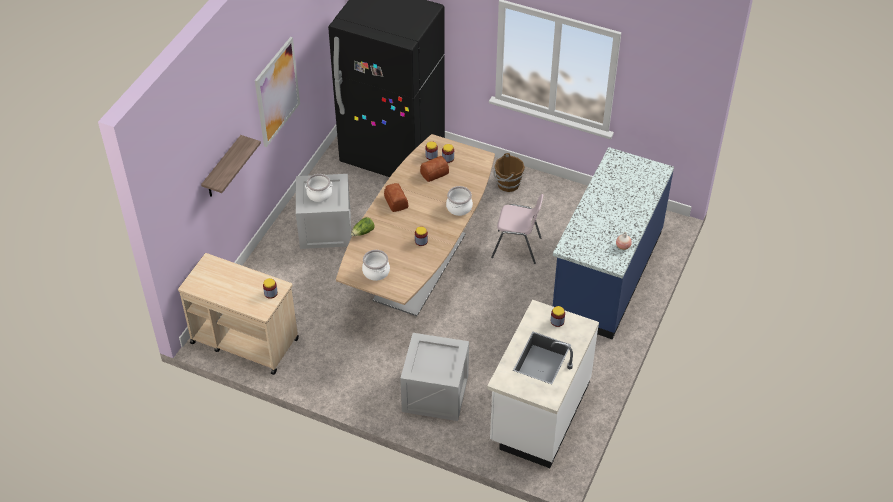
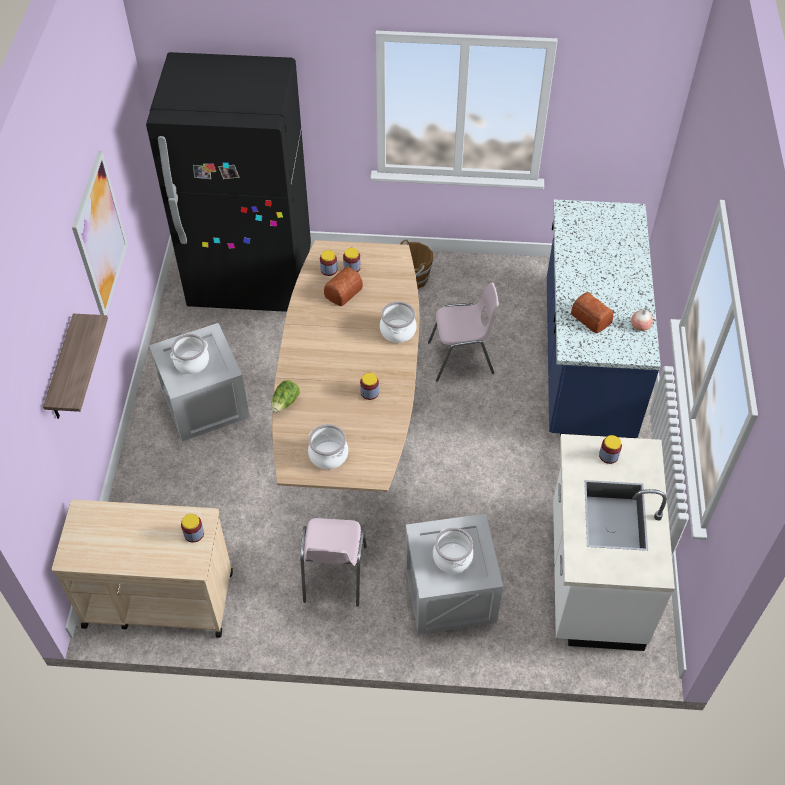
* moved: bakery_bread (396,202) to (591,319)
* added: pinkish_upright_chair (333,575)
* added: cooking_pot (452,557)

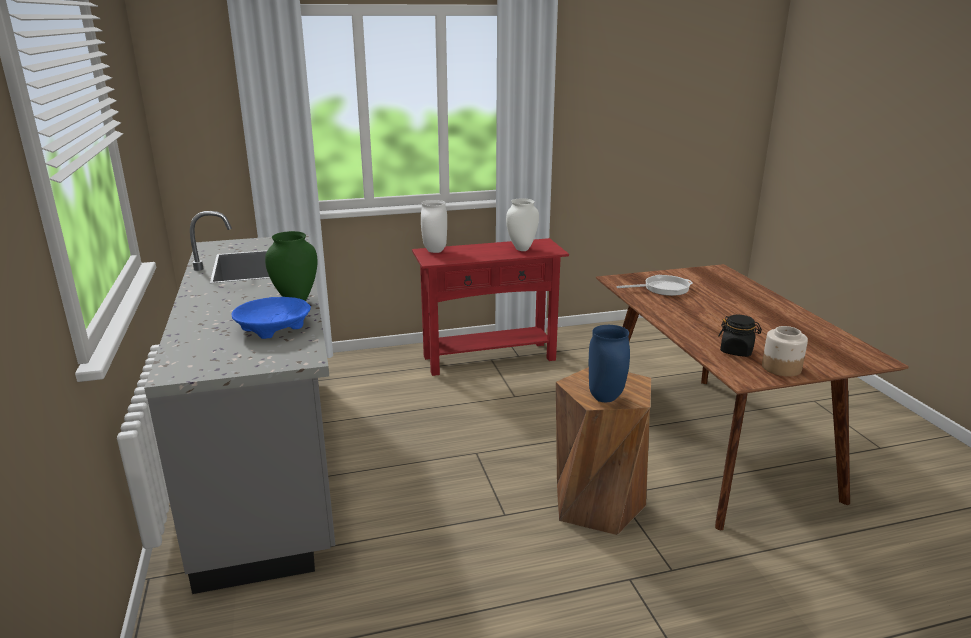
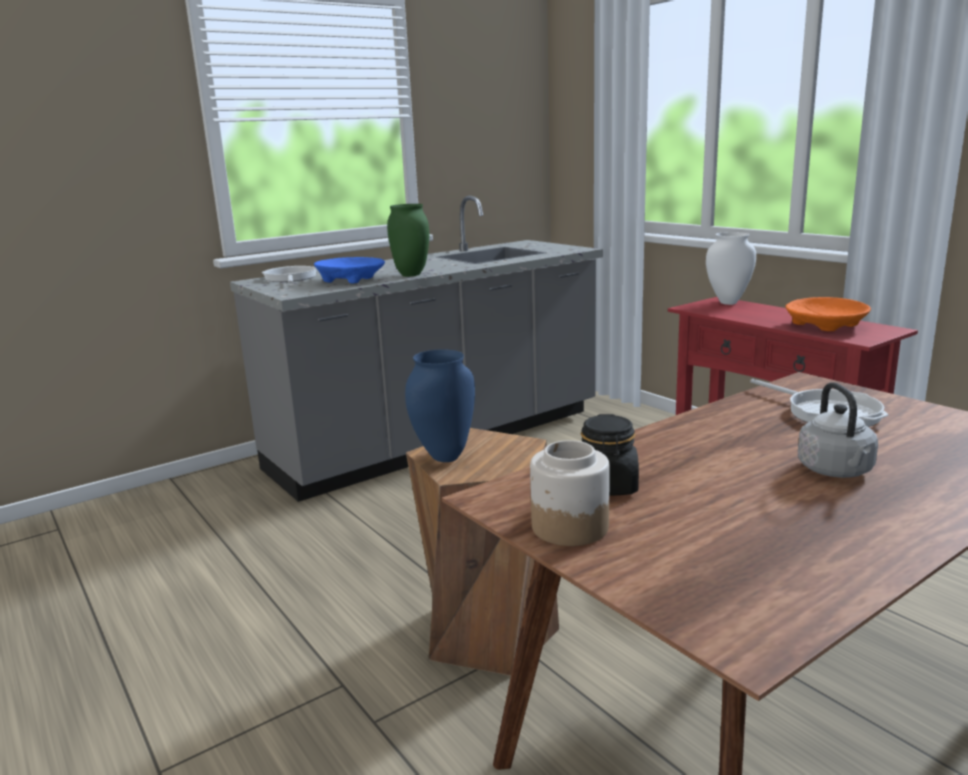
* replaced: white-coloured_flower_vase (521,249) to orange_deep_dish (826,326)
* added: skillet (290,278)
* added: gray_kettle (836,471)

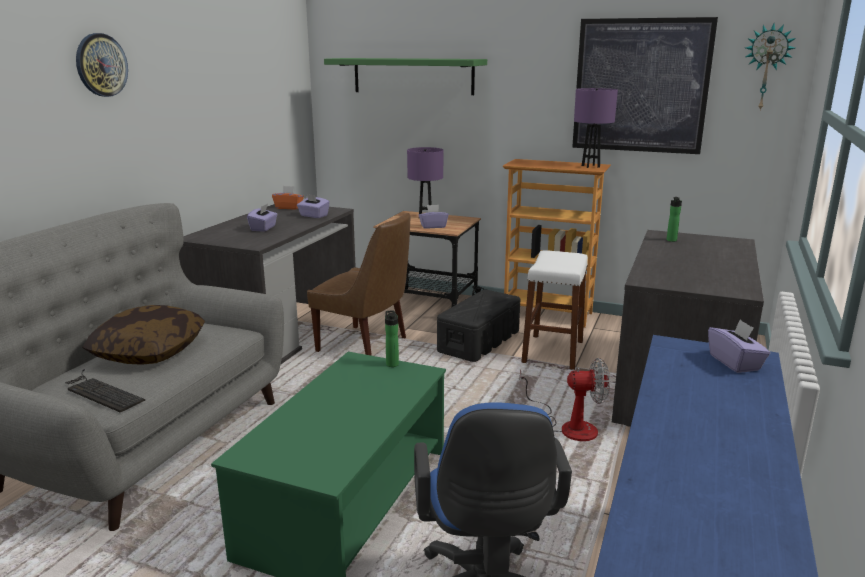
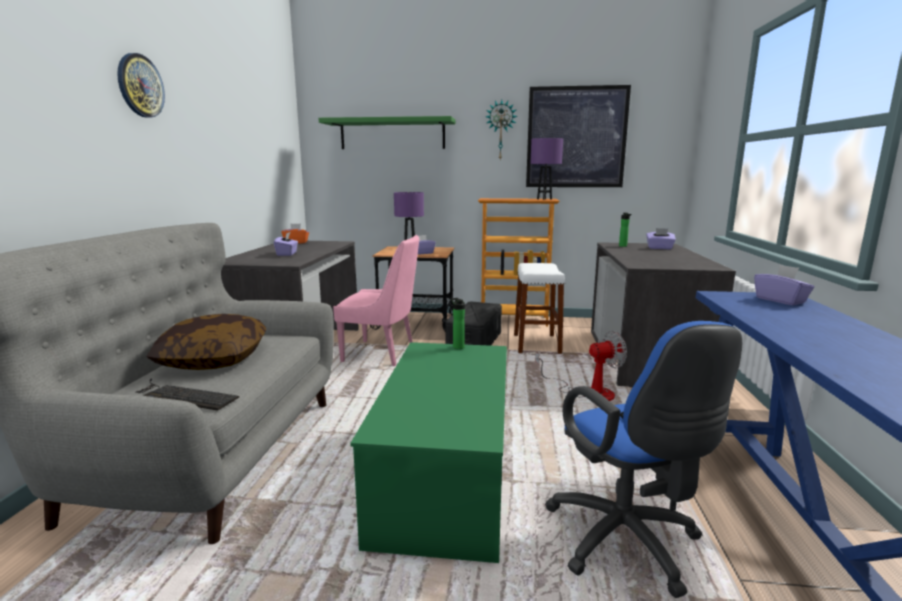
* moved: purplish_box_of_tissues (313,216) to (659,248)
* recoloured: brownish_upright_chair (365,345) to pinkish_upright_chair (382,353)
* moved: hanging_clock (766,67) to (501,130)

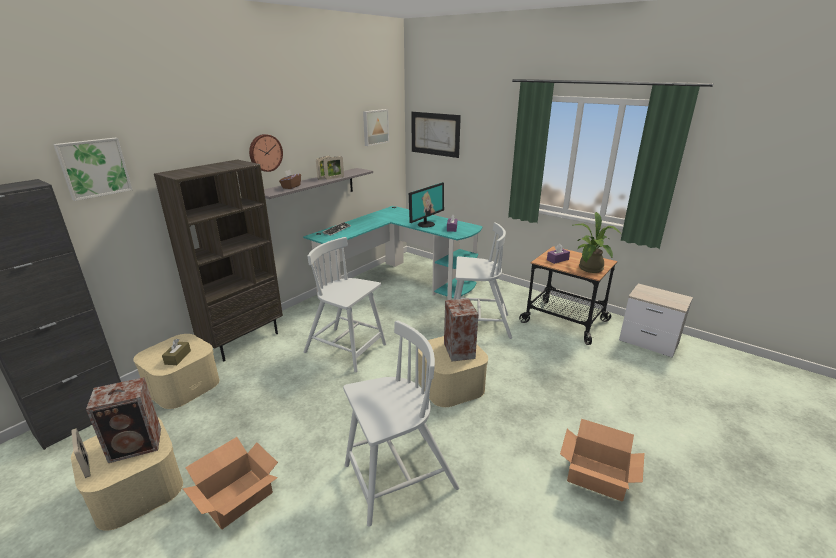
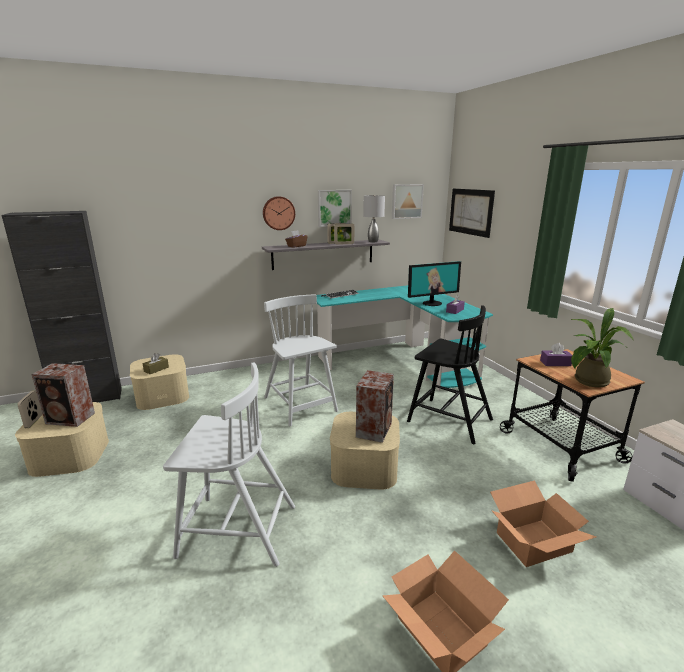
* moved: picture (94,168) to (334,208)
* removed: brownish_bookcase (243,341)
* moved: cardboard_box (236,498) to (532,542)
* recoloured: white-coloured_upright_chair (478,324) to black-coloured_upright_chair (448,420)
* added: gray_table_lamp (373,241)

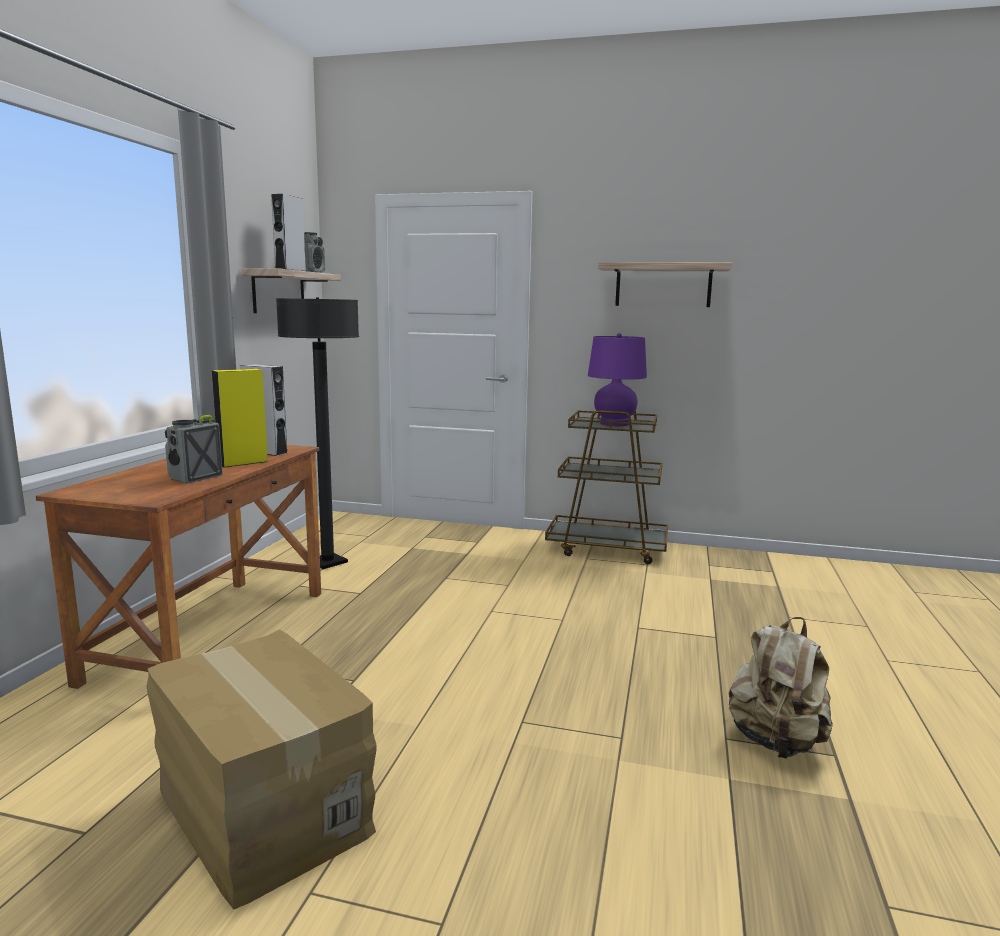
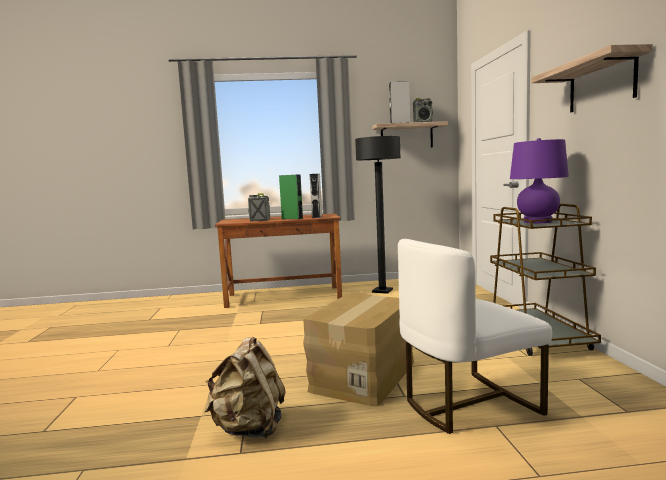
* moved: cardboard_box (261,811) to (362,376)
* recoloured: yellow-coloured_audio_speaker (243,463) to greenish_audio_speaker (292,218)
* added: white-coloured_upright_chair (467,404)

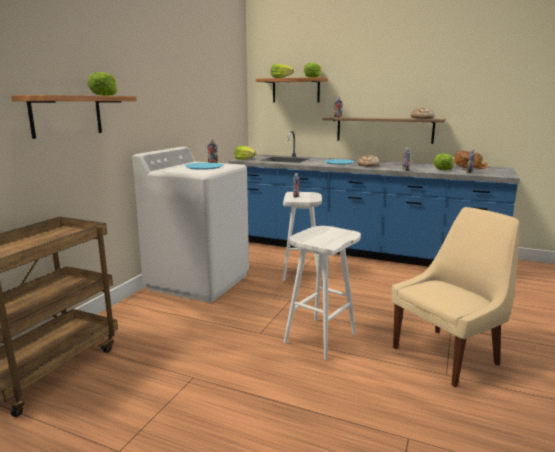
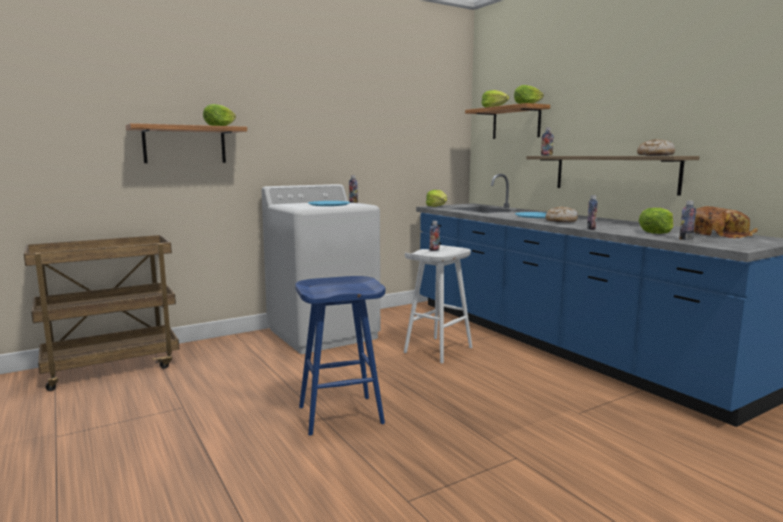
* recoloured: white-coloured_sitting_stool (320,337) to blue-coloured_sitting_stool (341,414)
* removed: beige-coloured_upright_chair (447,355)

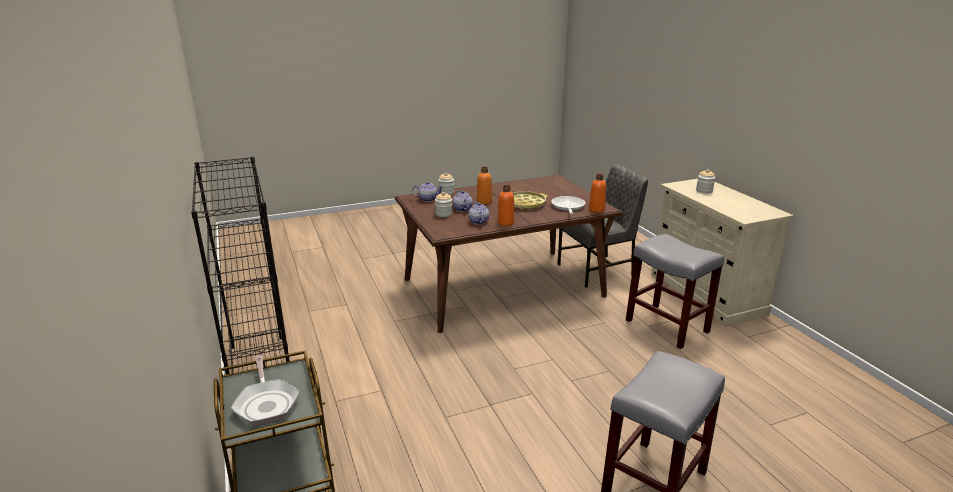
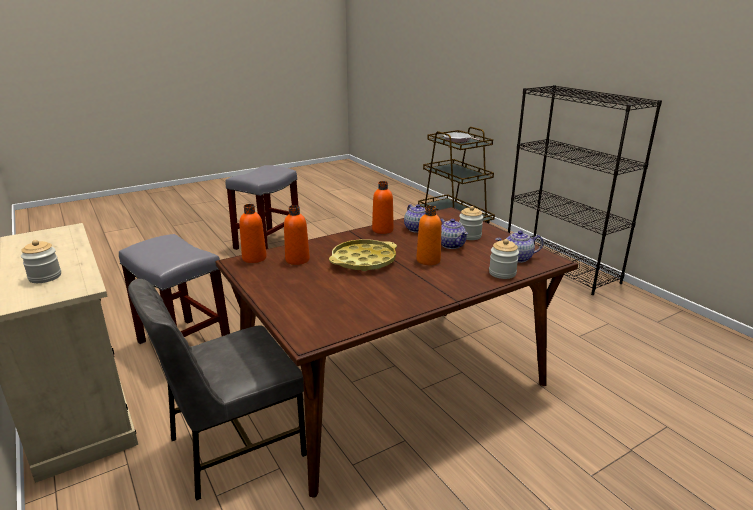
* replaced: skillet (567,207) to orange_bottle (297,260)

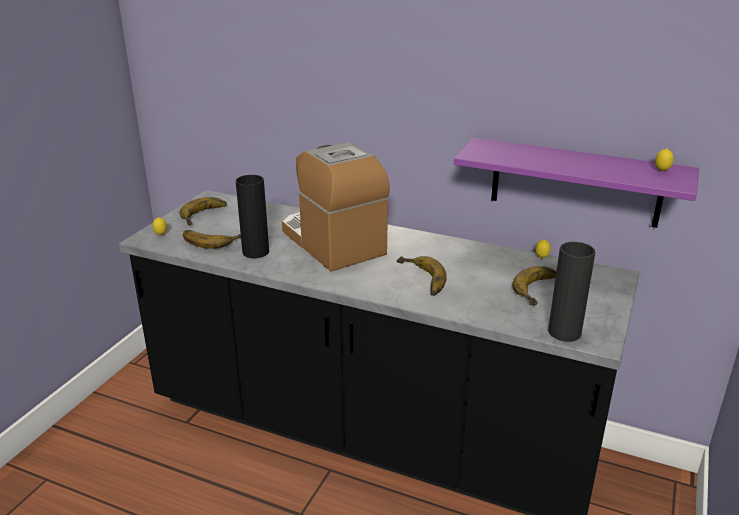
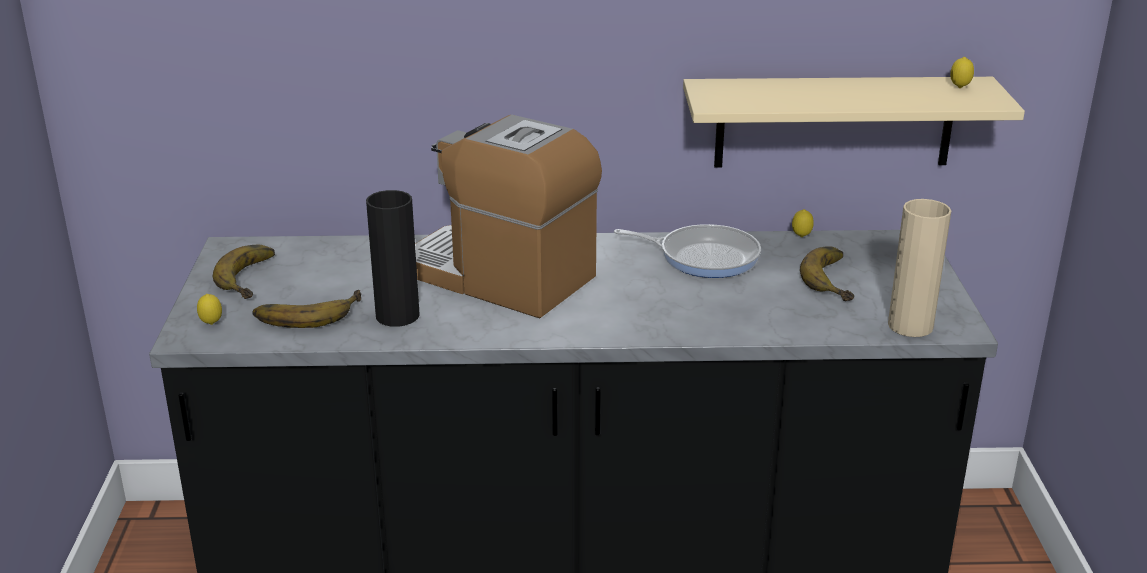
* removed: banana (419,280)
* recoloured: purplish_wall_shelf (575,182) to beige-coloured_wall_shelf (834,122)
* recoloured: black-coloured_flower_vase (564,332) to beige-coloured_flower_vase (910,326)
* added: skillet (703,257)

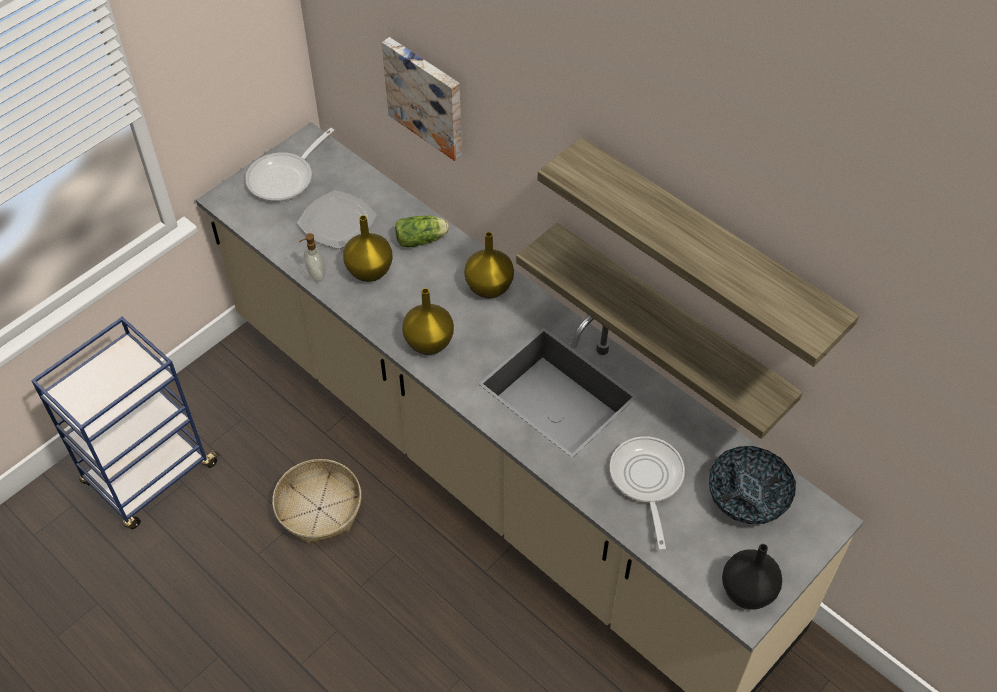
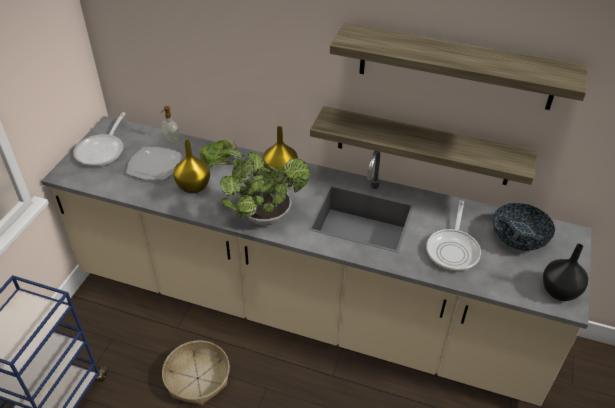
* moved: soap_dispenser (315,275) to (171,140)
* removed: picture (426,96)
* replaced: yellow-coloured_flower_vase (429,343) to potted_plant (261,216)
* turned: skillet (646,481) = (453,249) 135 degrees counterclockwise

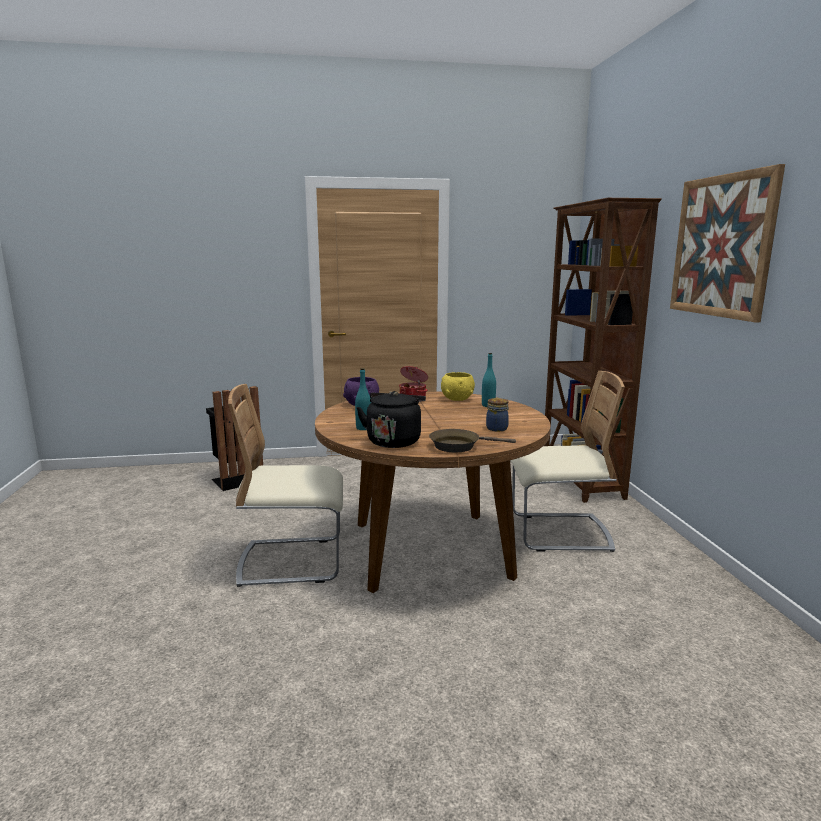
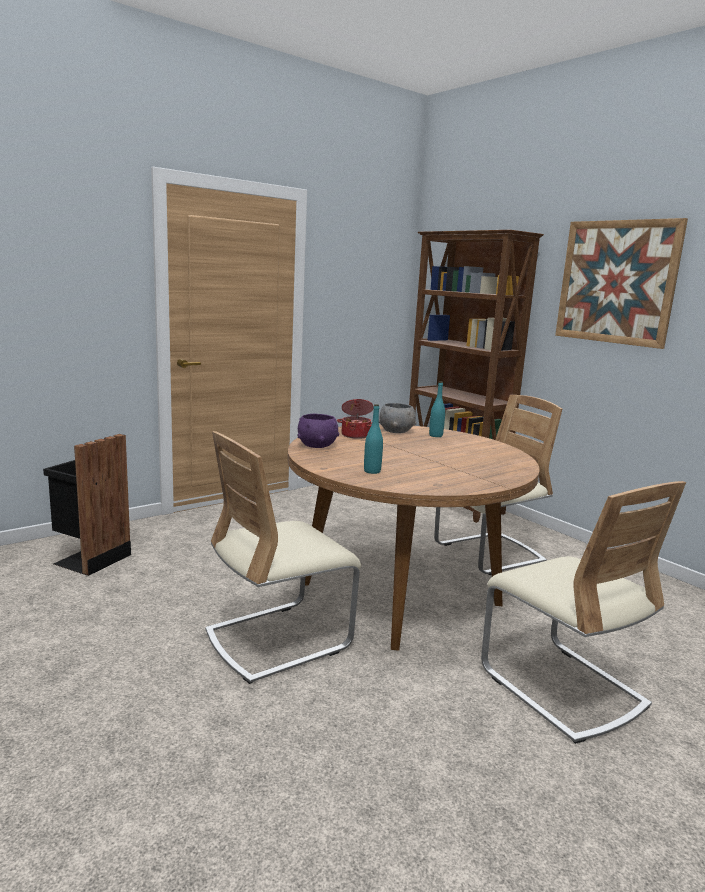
* removed: black-coloured_kettle (394,441)
* removed: brownish_skillet (458,446)
* recoloured: yellow-coloured_deep_dish (457,399) to gray_deep_dish (396,431)
* removed: jar (497,428)
* added: beige-coloured_upright_chair (561,687)

